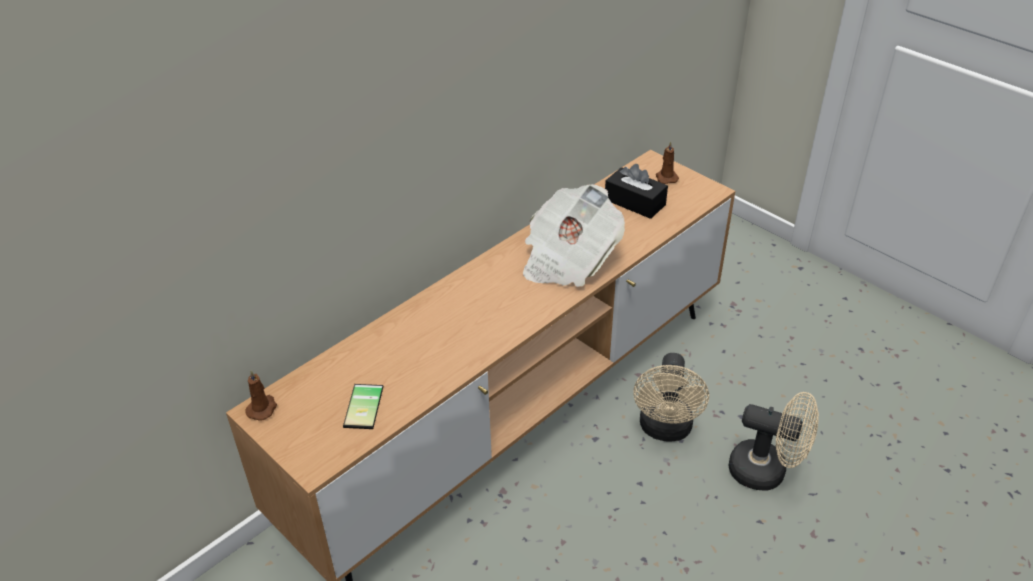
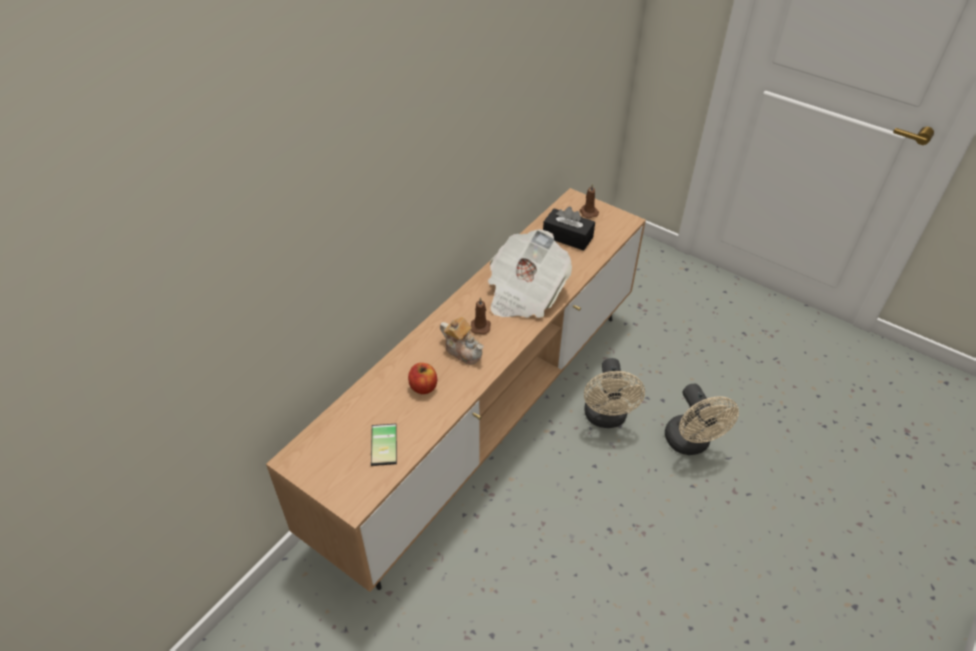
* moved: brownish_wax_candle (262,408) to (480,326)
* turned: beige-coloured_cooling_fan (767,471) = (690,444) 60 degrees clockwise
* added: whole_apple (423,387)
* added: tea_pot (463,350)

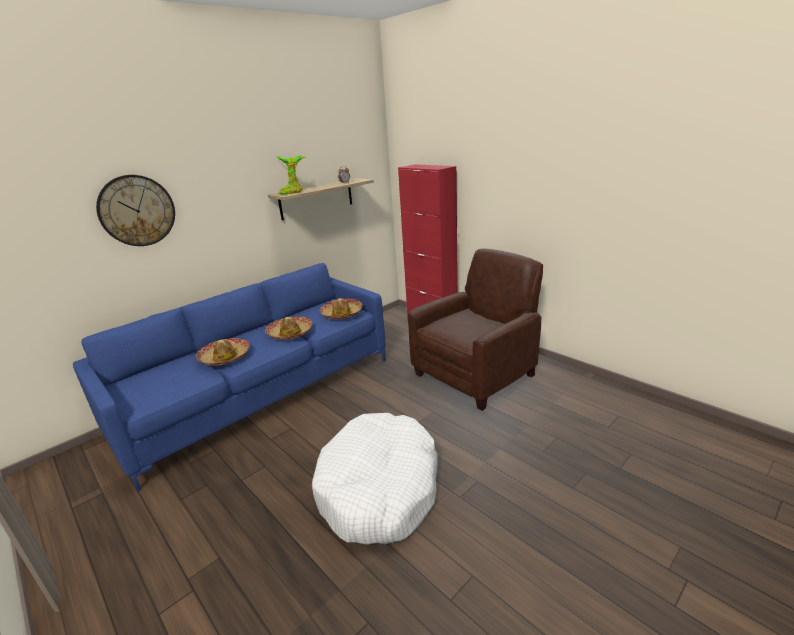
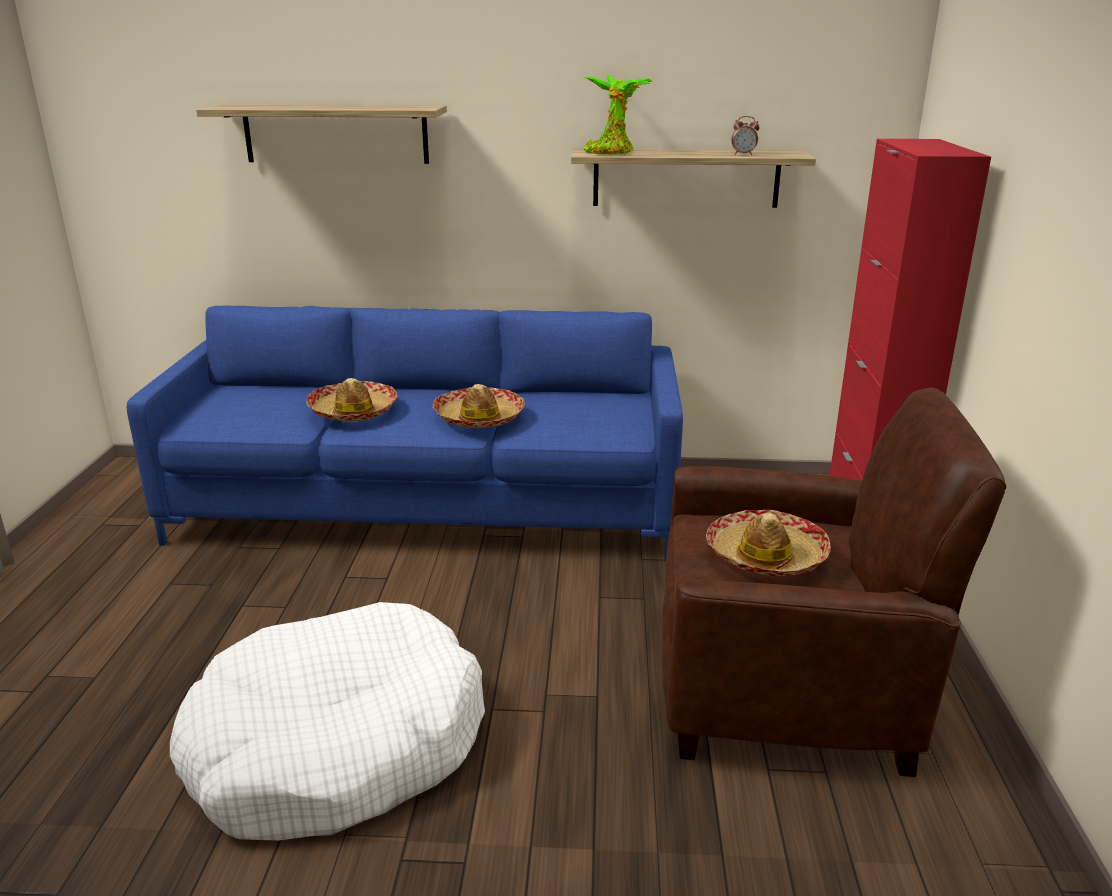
* replaced: hanging_clock (137,211) to wall_shelf (336,134)
* moved: hat (342,314) to (766,556)

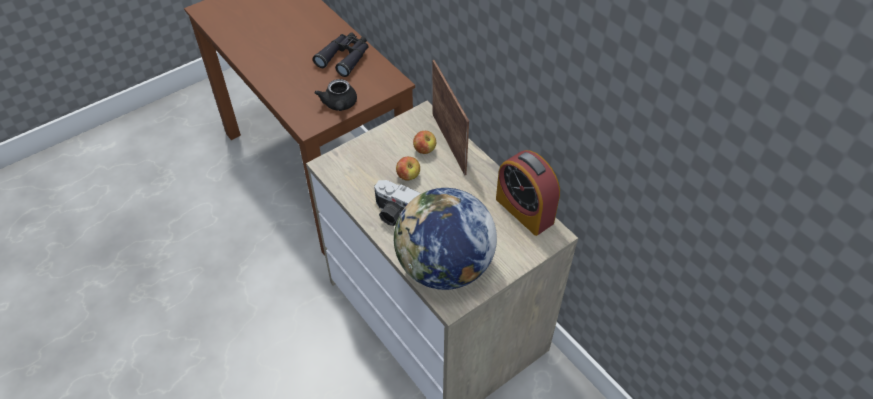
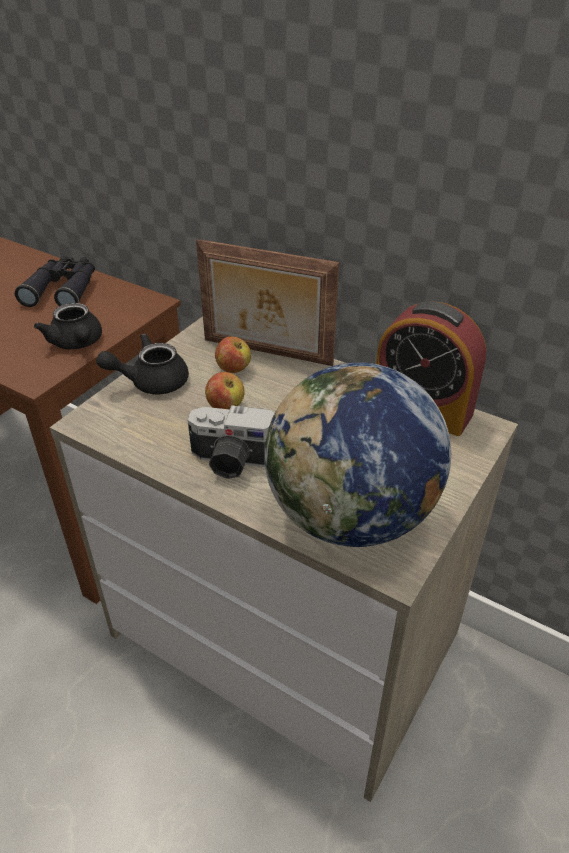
* turned: standing_frame (450,143) = (266,353) 150 degrees clockwise
* added: black-coloured_tea_pot (151,382)

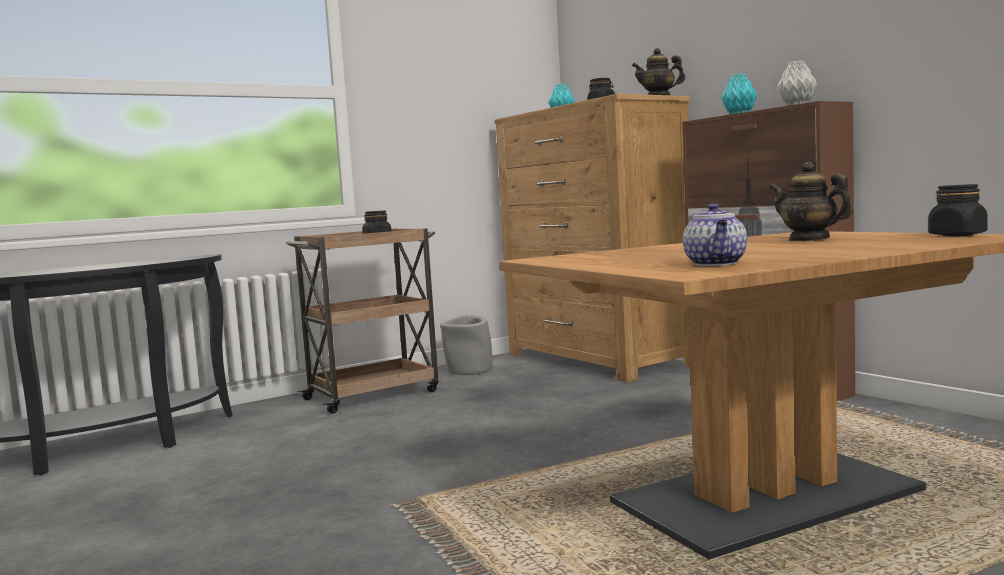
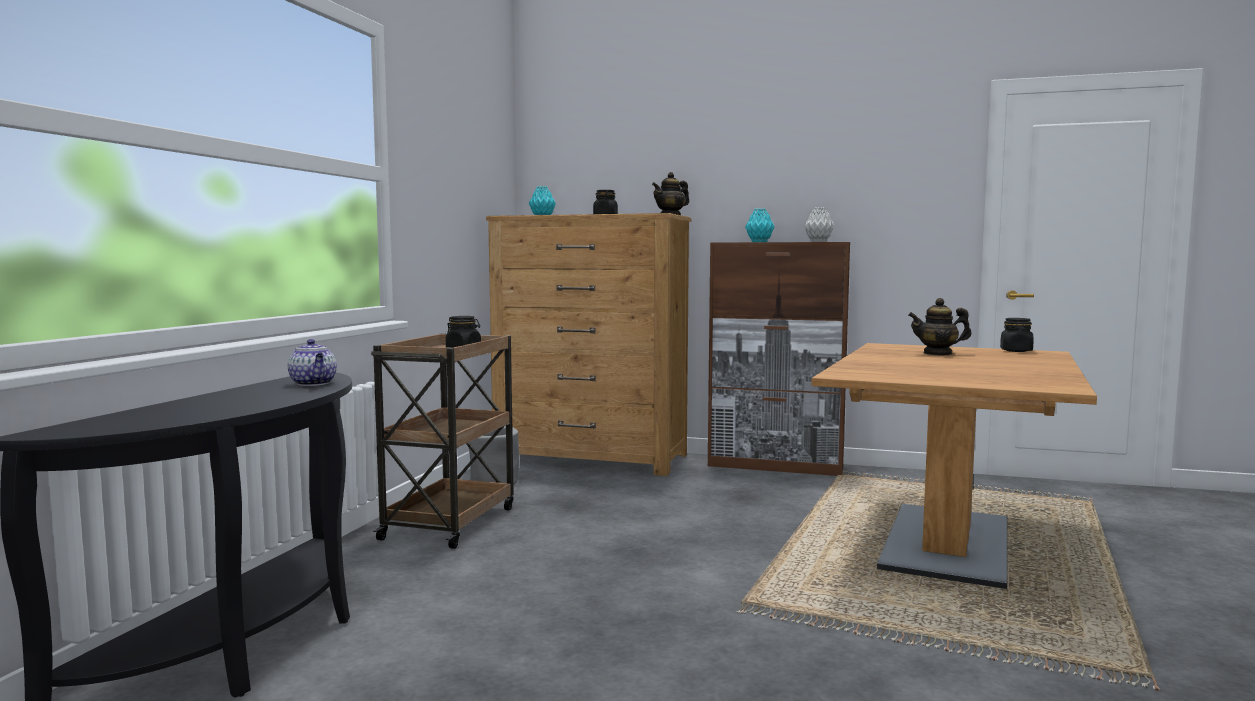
* moved: tea_pot (716,264) to (314,383)

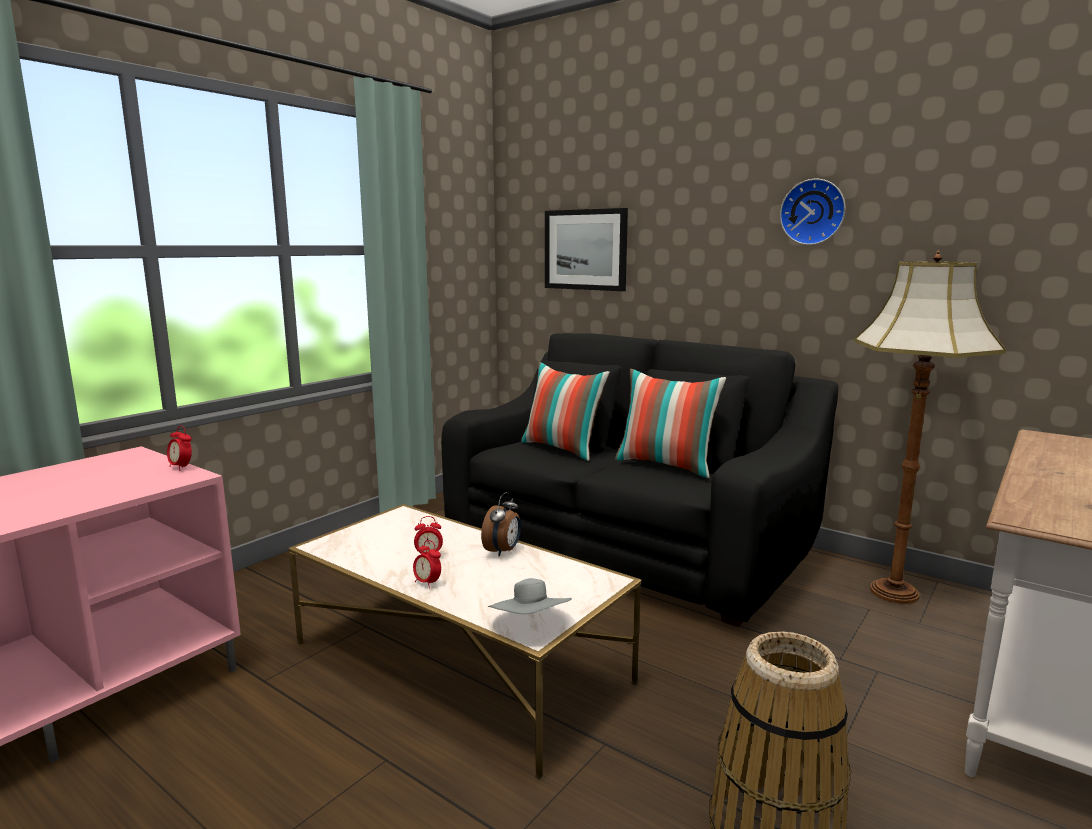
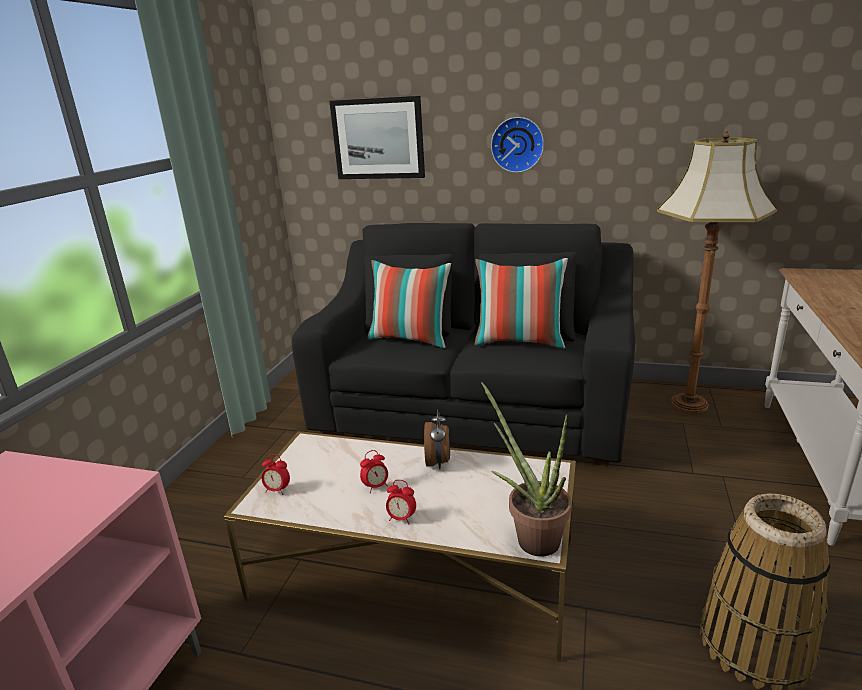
* moved: bedside_clock (181,467) to (277,490)
* replaced: gray_hat (531,624) to potted_plant (531,536)
* moved: hanging_clock (813,212) to (517,144)

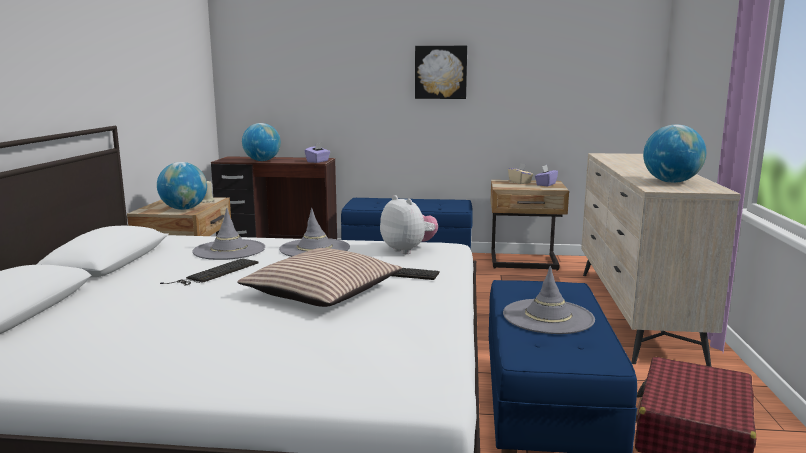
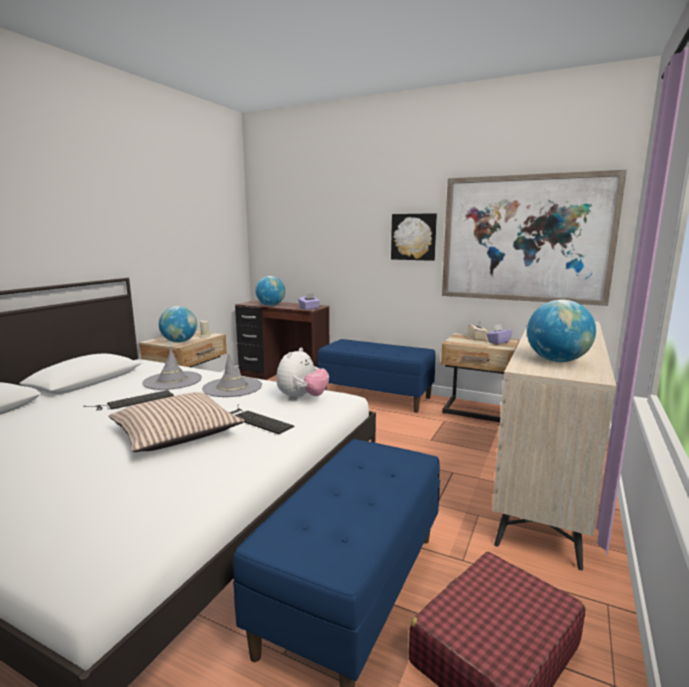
* turned: soft_toy (408,250) = (302,398) 45 degrees clockwise
* removed: gray_hat (548,317)
* added: picture (525,239)

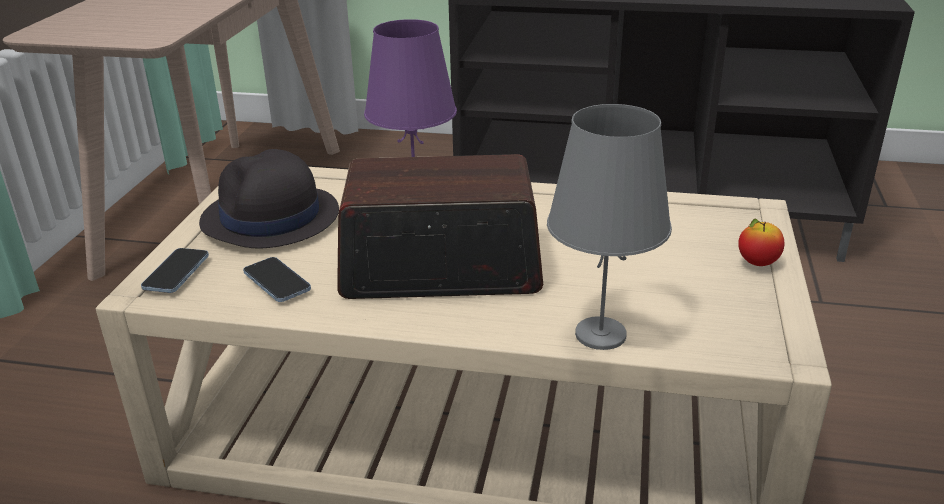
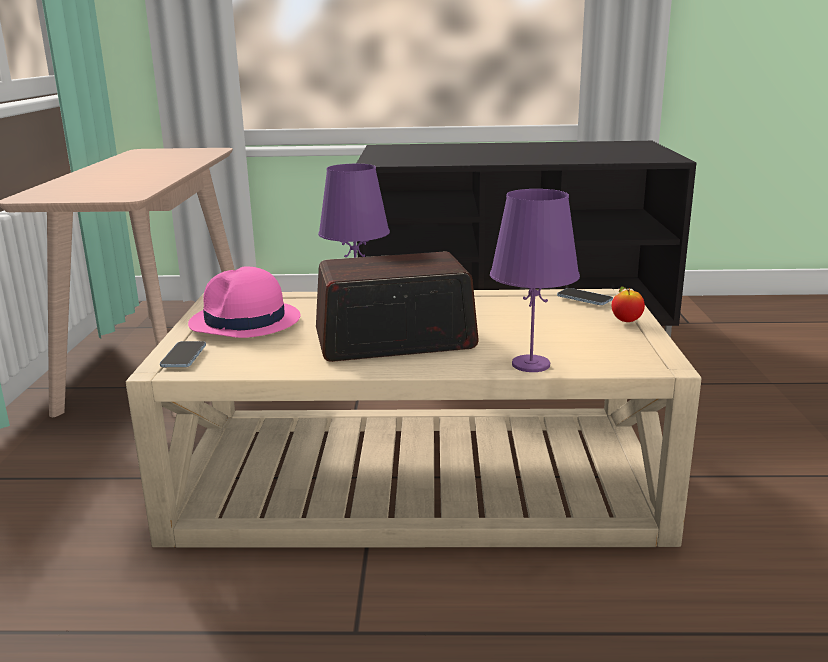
* recoloured: black-coloured_hat (270,218) to pinkish_hat (245,322)
* moved: phone (277,282) to (584,298)
* recoloured: gray_table_lamp (601,334) to purplish_table_lamp (531,364)

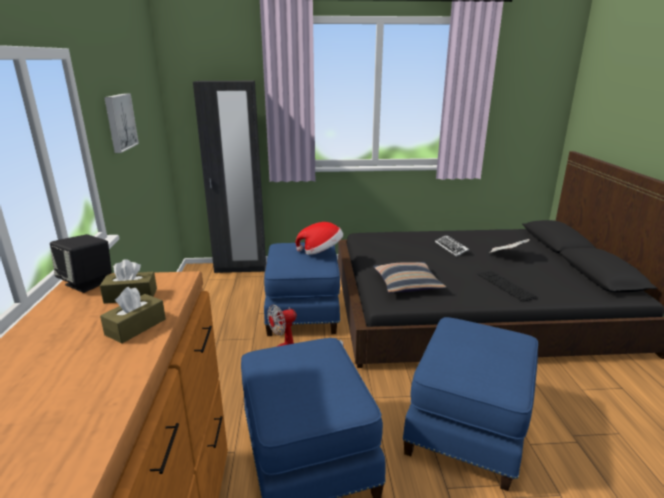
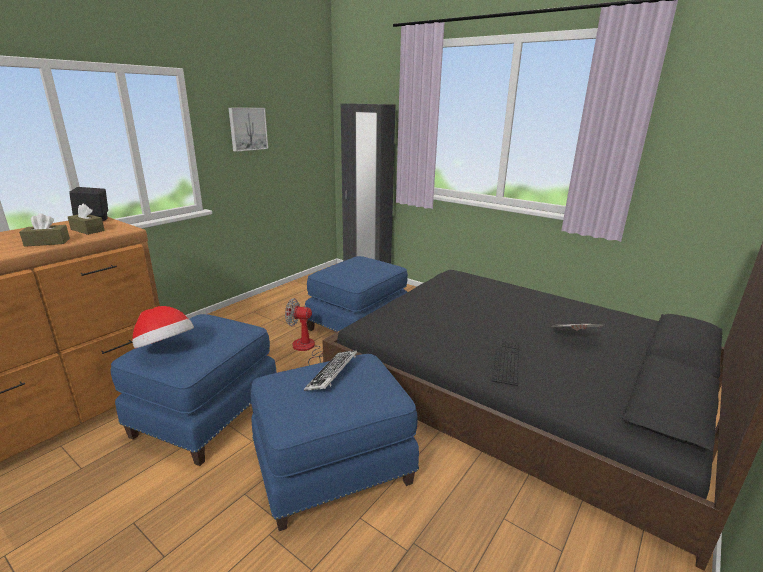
* moved: hat (321,252) to (165,348)
* removed: cushion (407,284)
* moved: PC_keyboard (451,248) to (332,374)

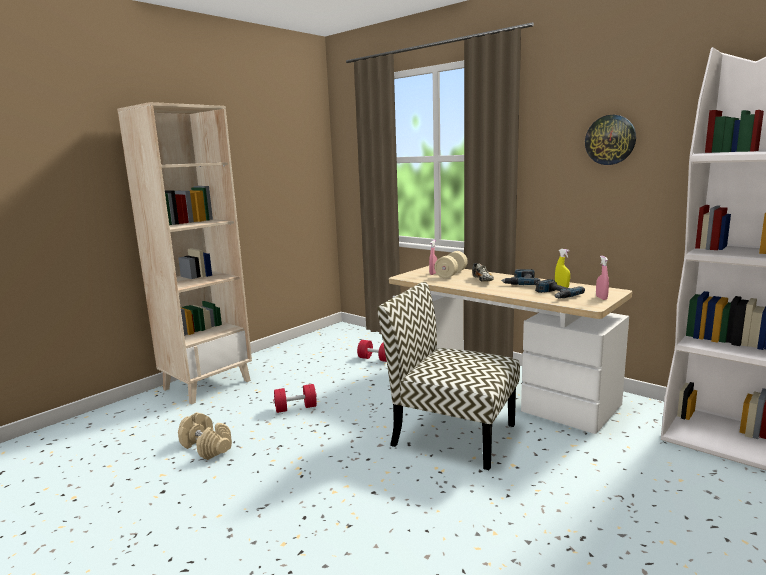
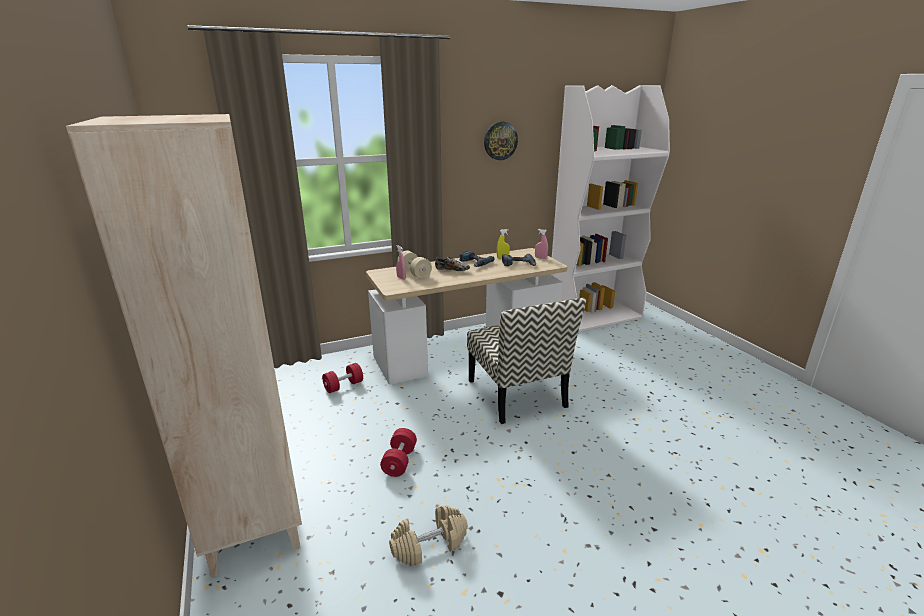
* turned: upright_chair (451,434) = (517,394) 75 degrees counterclockwise

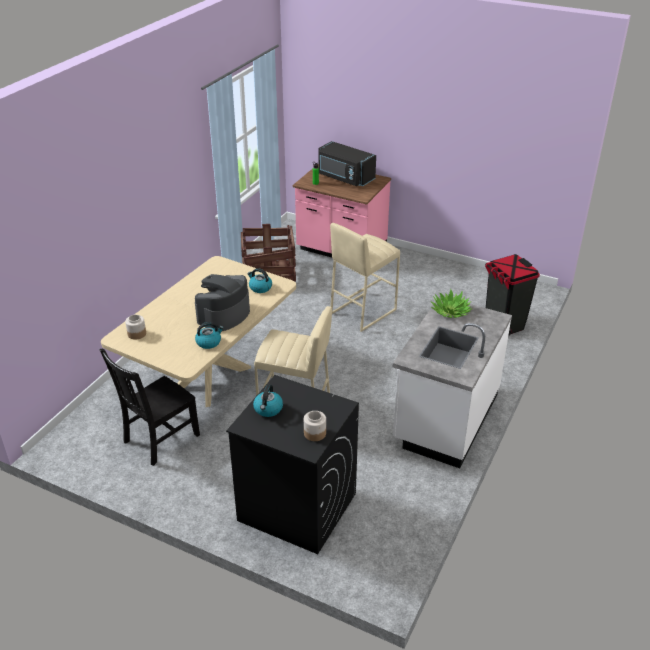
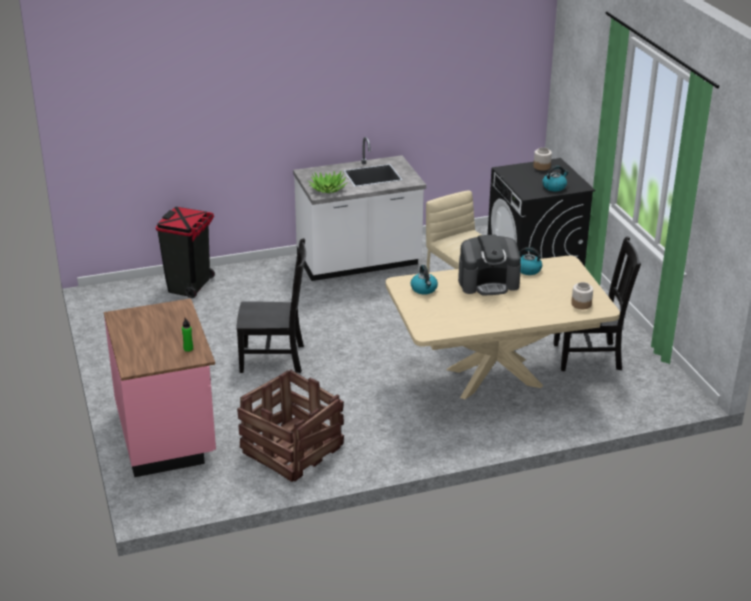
* removed: black-coloured_kitchen_microwave (345,178)
* replaced: beige-coloured_sitting_stool (362,311) to black-coloured_upright_chair (274,359)

